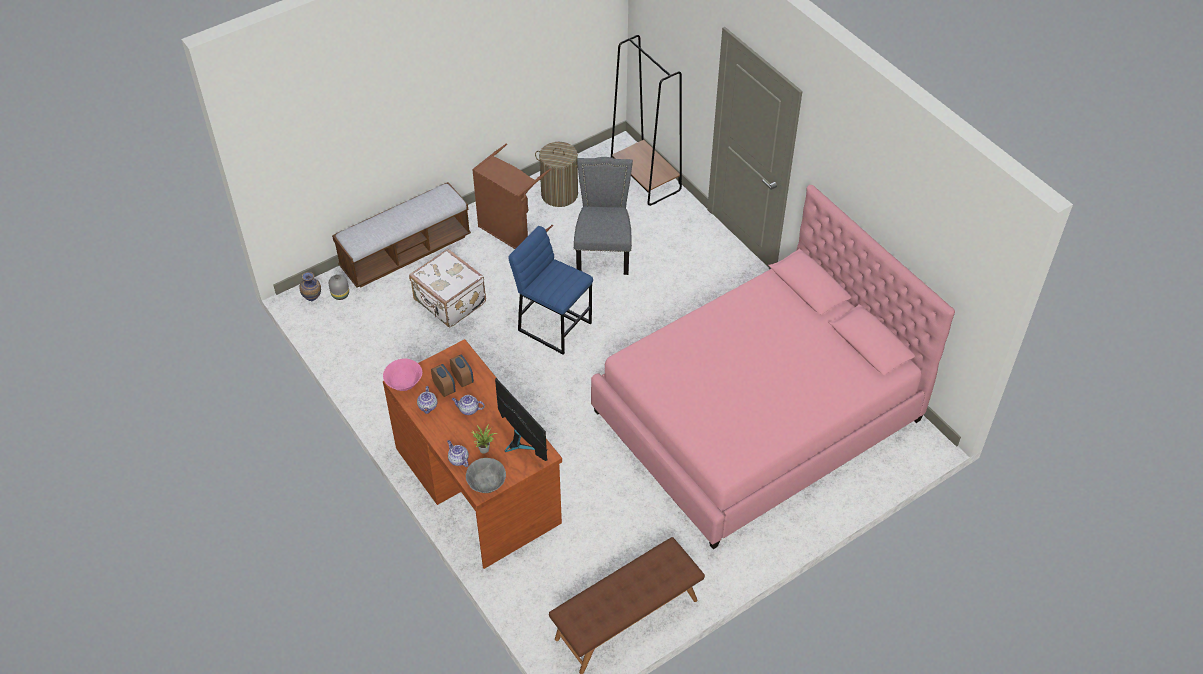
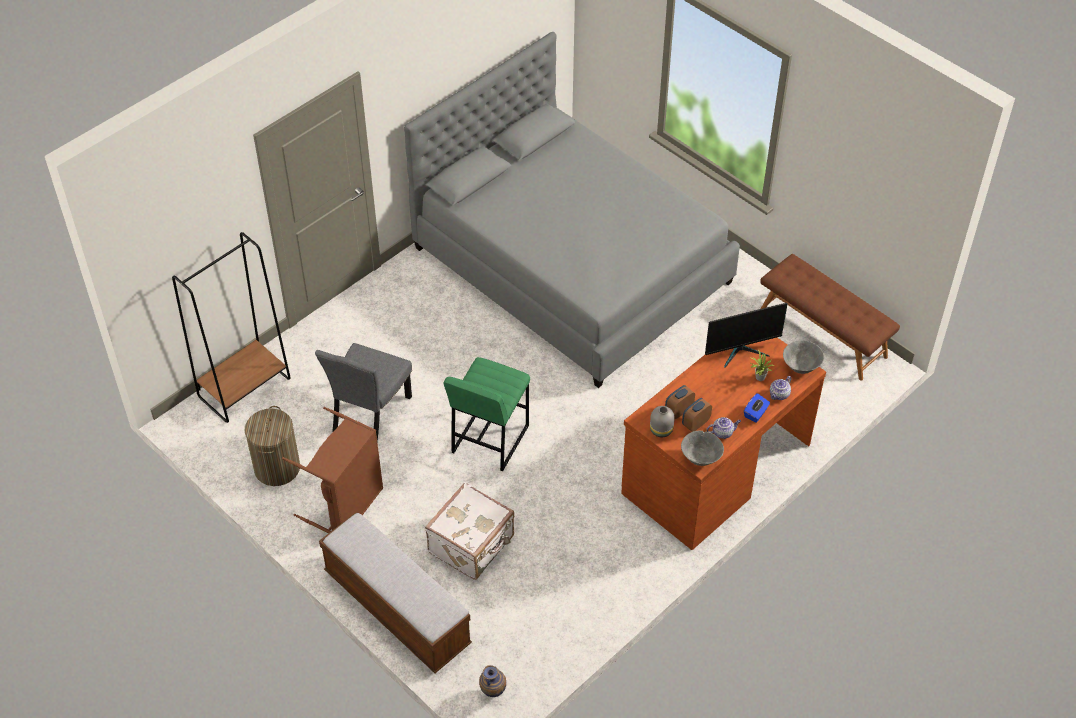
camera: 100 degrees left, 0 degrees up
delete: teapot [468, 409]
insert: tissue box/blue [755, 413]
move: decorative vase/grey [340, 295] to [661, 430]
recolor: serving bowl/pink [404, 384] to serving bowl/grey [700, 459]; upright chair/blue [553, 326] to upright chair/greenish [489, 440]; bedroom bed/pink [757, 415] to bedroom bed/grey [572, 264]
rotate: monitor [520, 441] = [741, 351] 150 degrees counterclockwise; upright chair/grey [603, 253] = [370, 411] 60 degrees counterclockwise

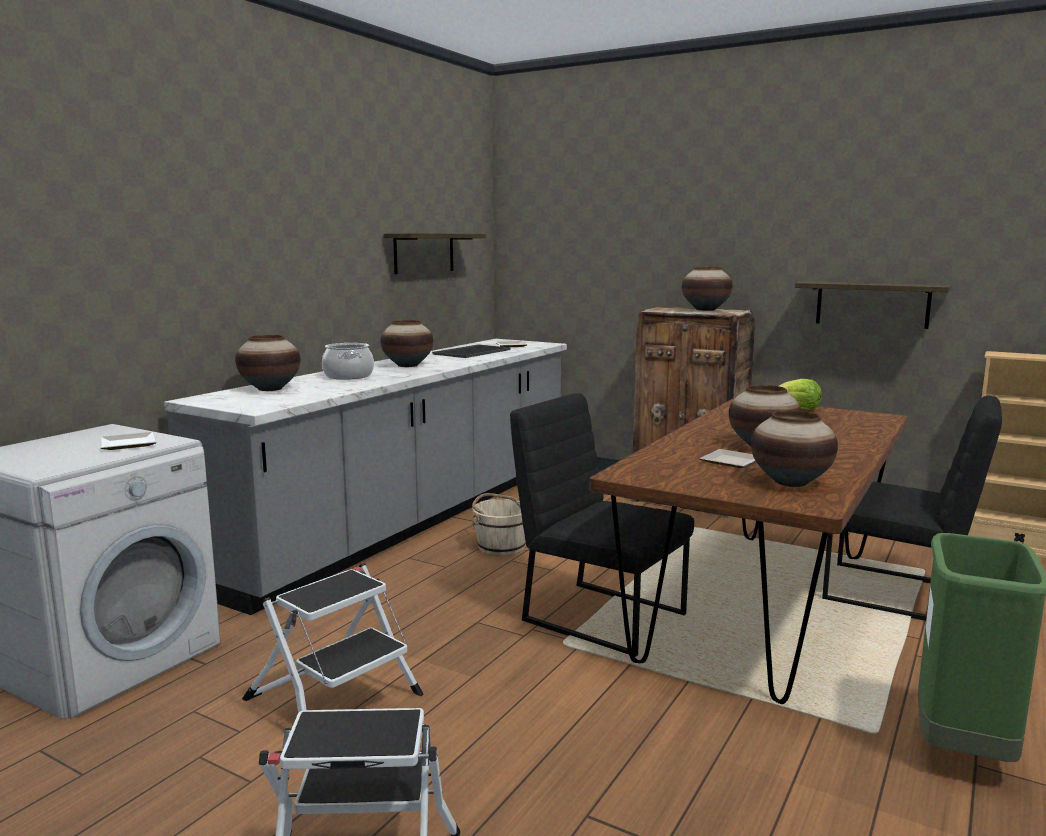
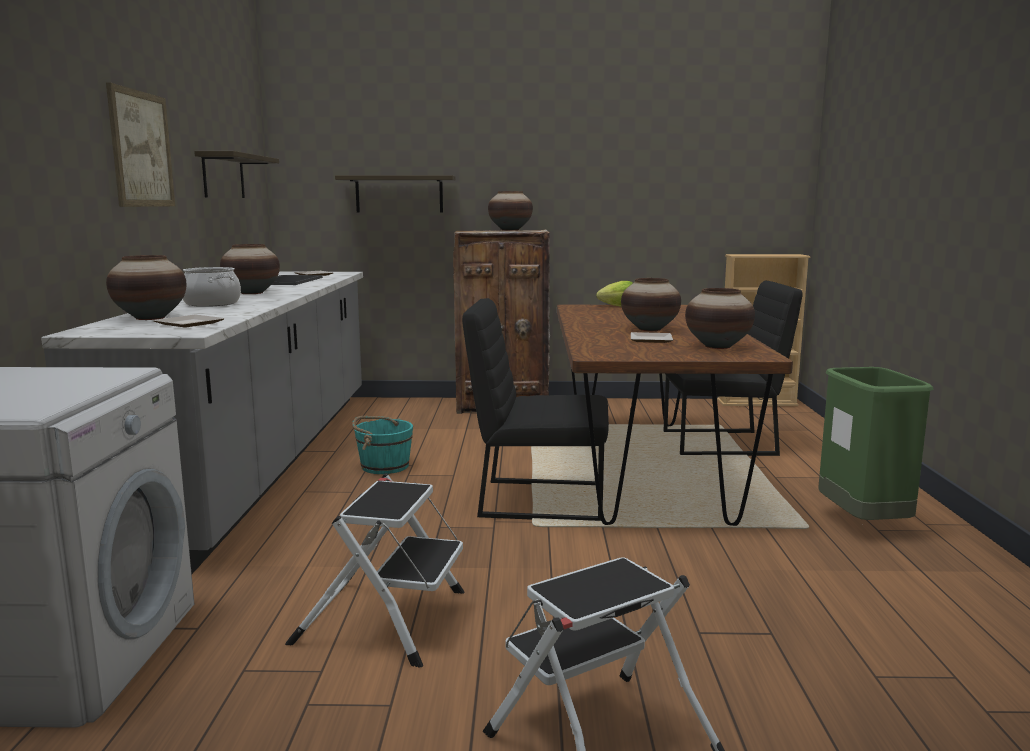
camera: 30 degrees left, 0 degrees up
insert: picture [141, 149]
move: plate [130, 444] to [192, 324]; bracket shelf [872, 304] to [399, 194]
recolor: pail/sand-coloured [501, 546] to pail/turquoise-coloured [384, 466]

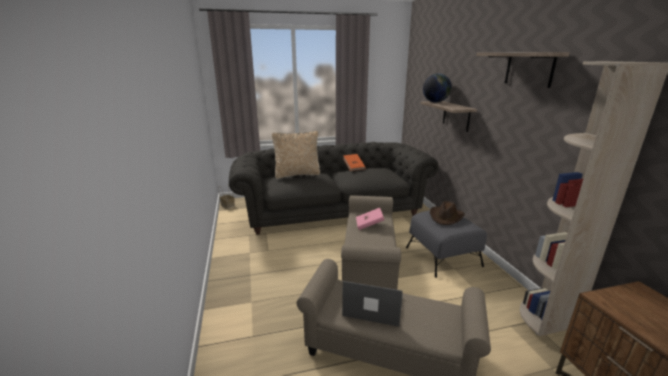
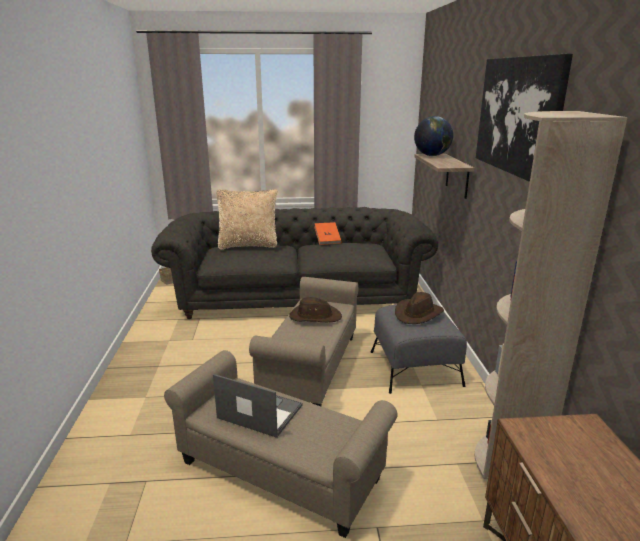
camera: 10 degrees right, 0 degrees up
replace: volume/pink [369, 225] to clothing hat/brown-coloured [315, 316]; bracket shelf [529, 69] to picture [518, 116]

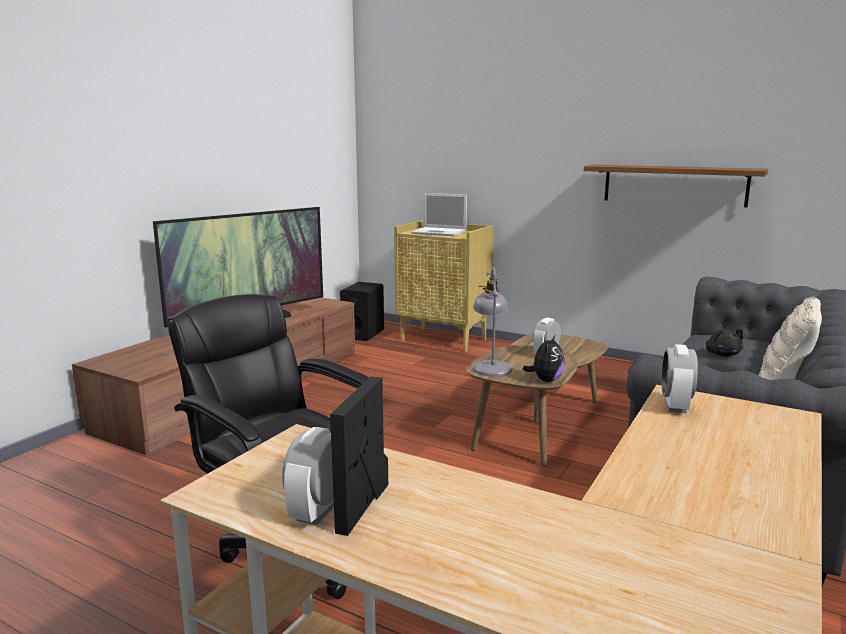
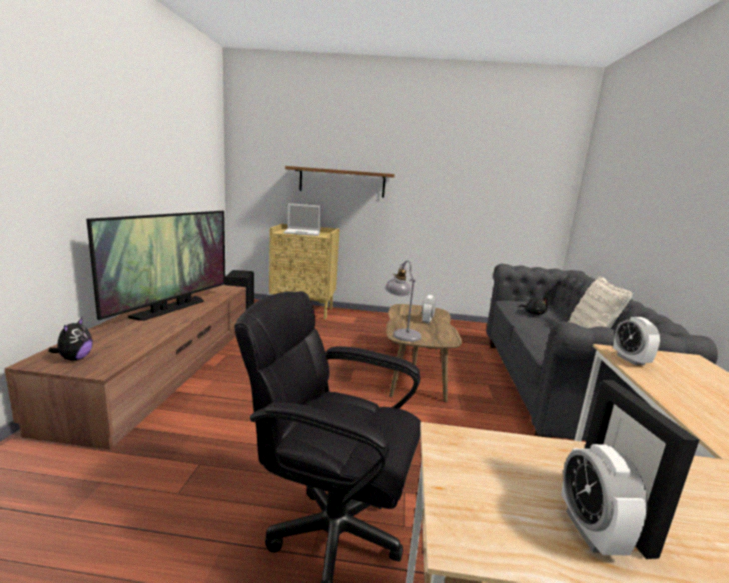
camera: 25 degrees left, 0 degrees up
move: plush toy [545, 380] to [75, 359]; bracket shelf [674, 185] to [342, 182]

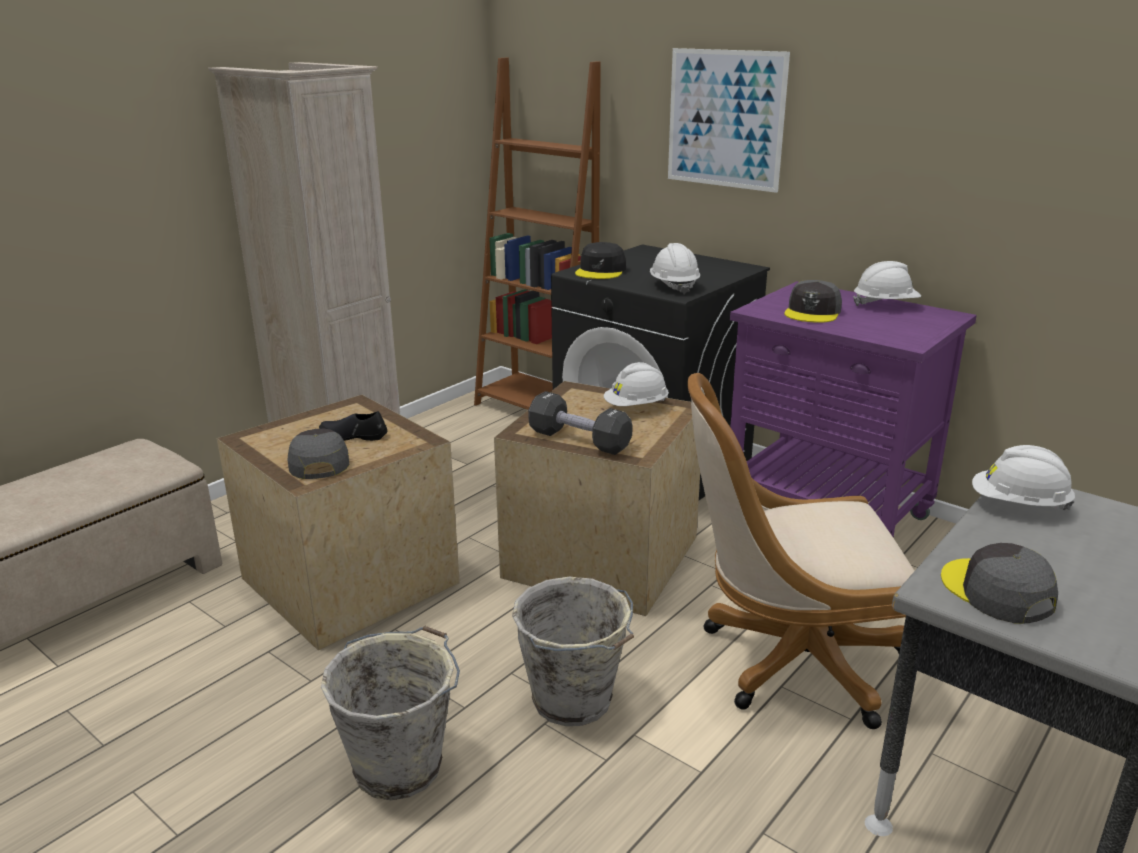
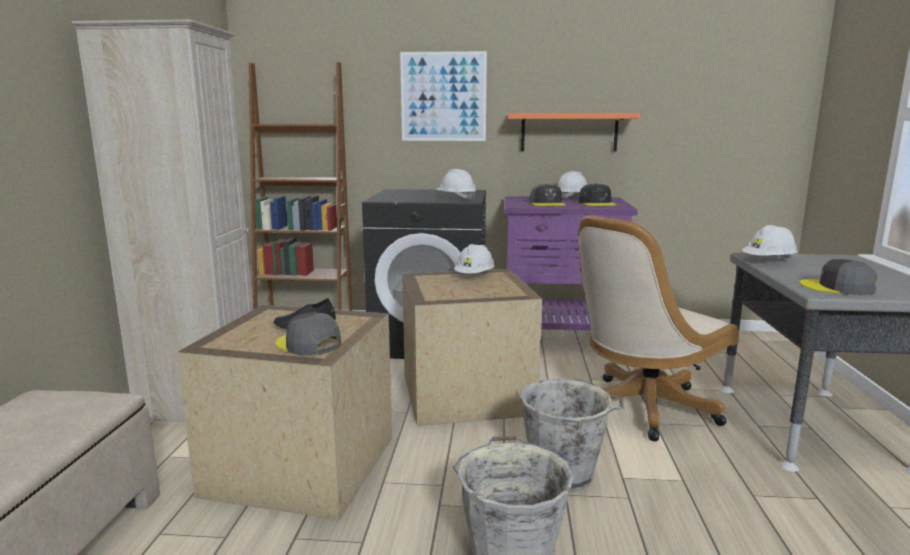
camera: 35 degrees left, 10 degrees down
delete: hand weight/black [579, 440]
insert: bracket shelf/orangey [569, 132]
move: peaked cap/black [601, 271] to [597, 203]

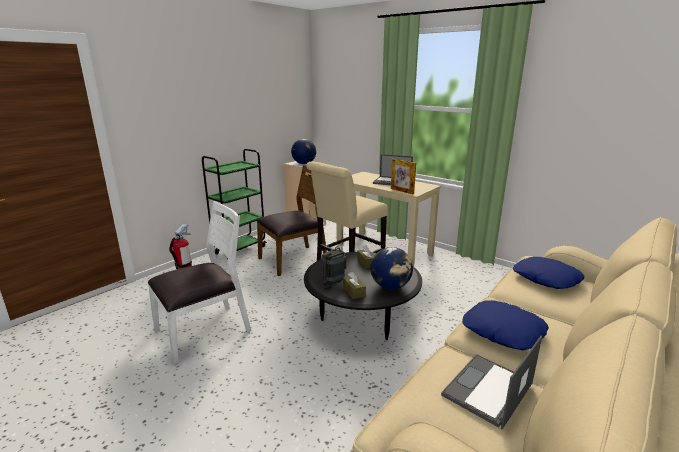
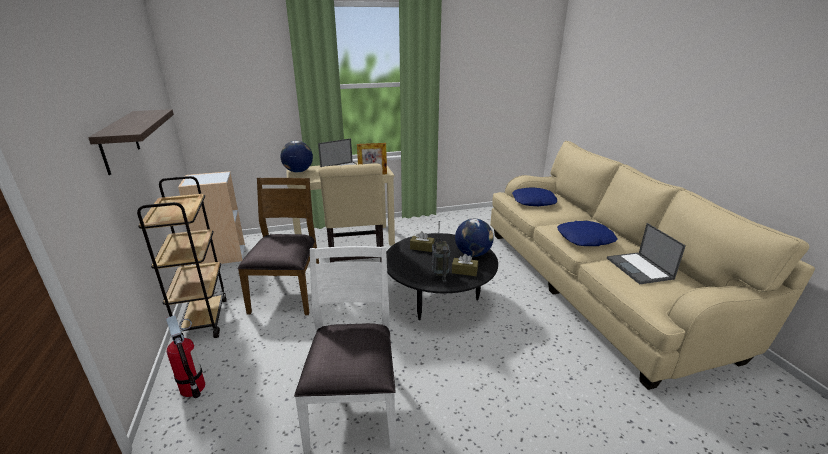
camera: 55 degrees left, 5 degrees up
insert: bracket shelf [119, 142]
move: world globe [304, 163] to [298, 171]
recolor: cart/greenish [240, 250] to cart/brown-coloured [203, 320]

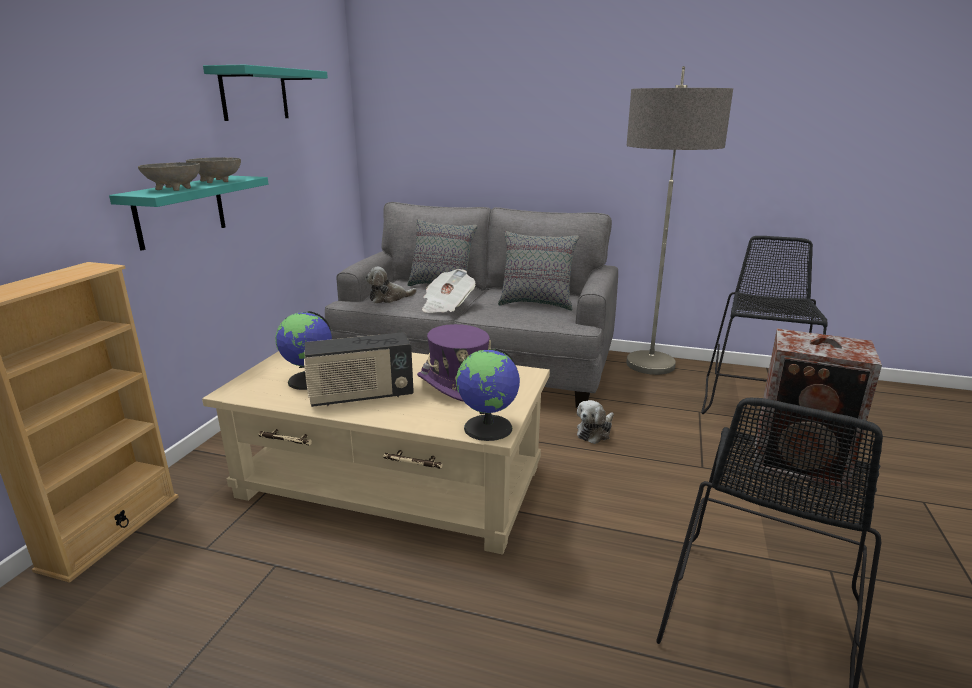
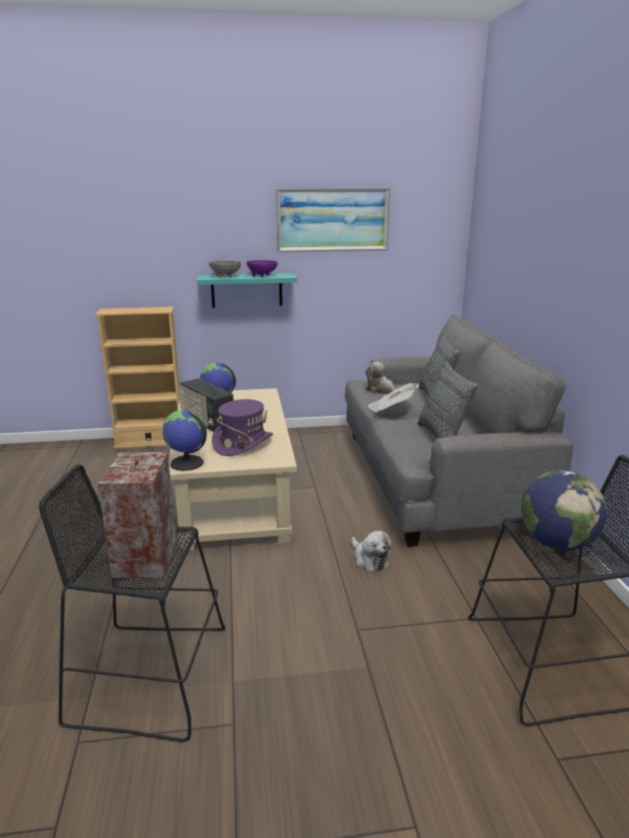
camera: 65 degrees right, 0 degrees up
delete: standard lamp [647, 389]
insert: world globe [556, 543]
replace: bracket shelf/turquoise-coloured [254, 94] to picture [332, 219]
recolor: serving bowl/grey [218, 181] to serving bowl/purple [262, 276]
rotate: plush toy [595, 432] = [369, 559] 135 degrees counterclockwise

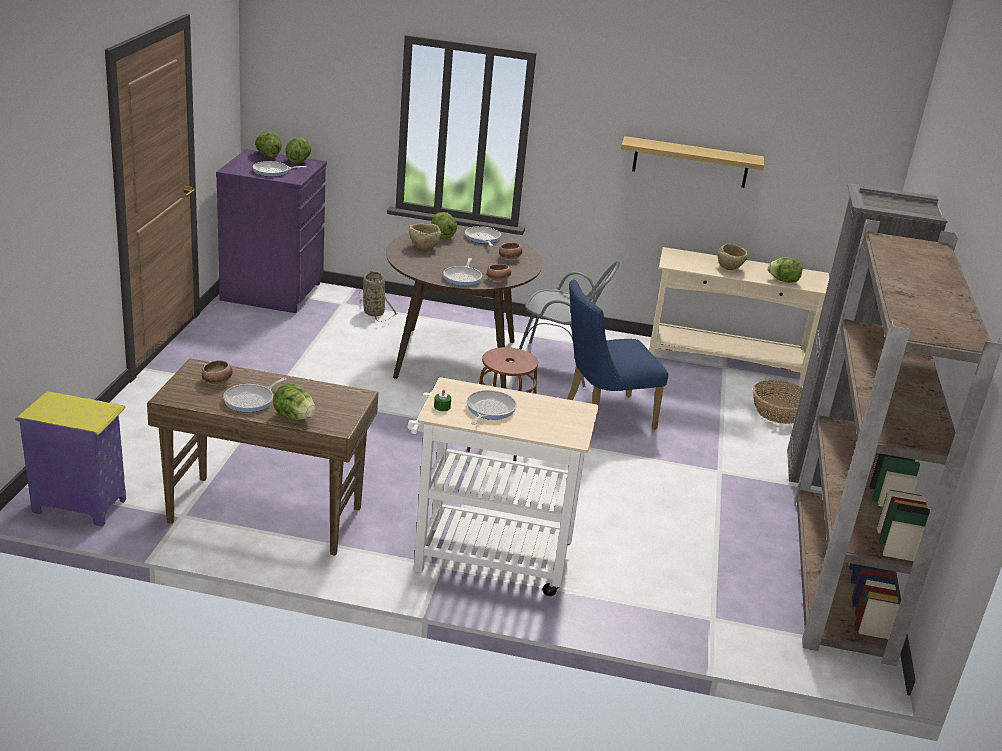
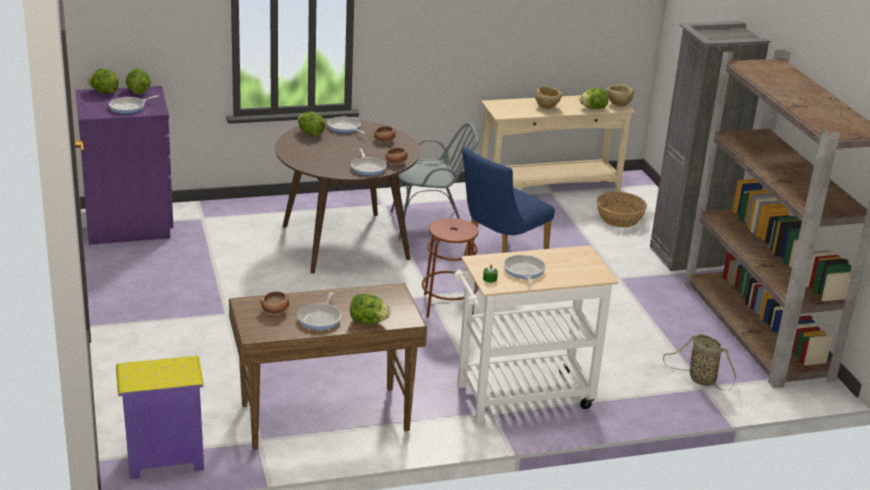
camera: 25 degrees left, 0 degrees up
delete: bracket shelf [690, 162]
move: storage basket [373, 311] to [699, 379]; serving bowl/sand-coloured [423, 247] to [618, 104]

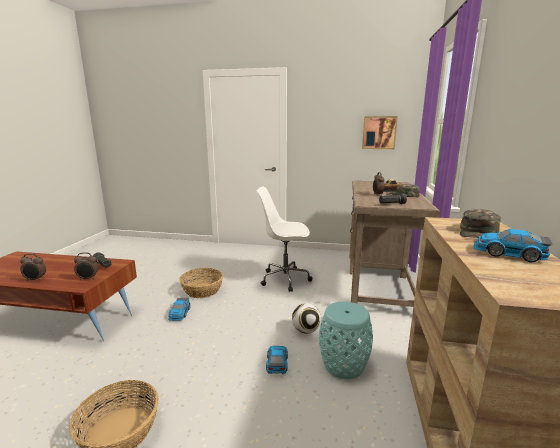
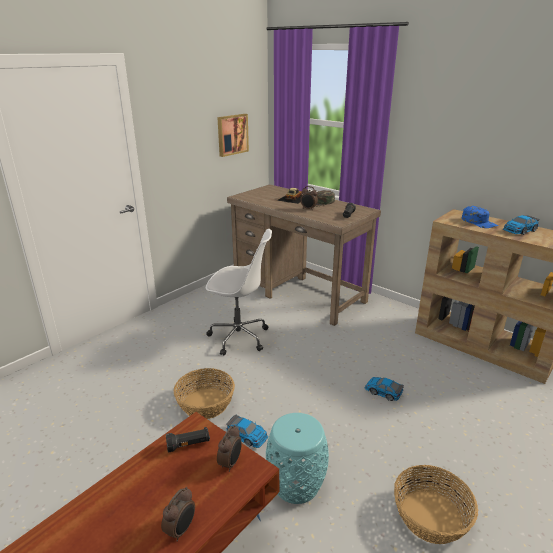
camera: 60 degrees left, 10 degrees up
delete: football [306, 330]
move: stool seat/turquoise-coloured [343, 365] to [296, 484]
recolor: peaked cap/greenish [479, 232] to peaked cap/blue [479, 222]
rotate: desk chair/whitish [283, 279] = [240, 337] 120 degrees counterclockwise

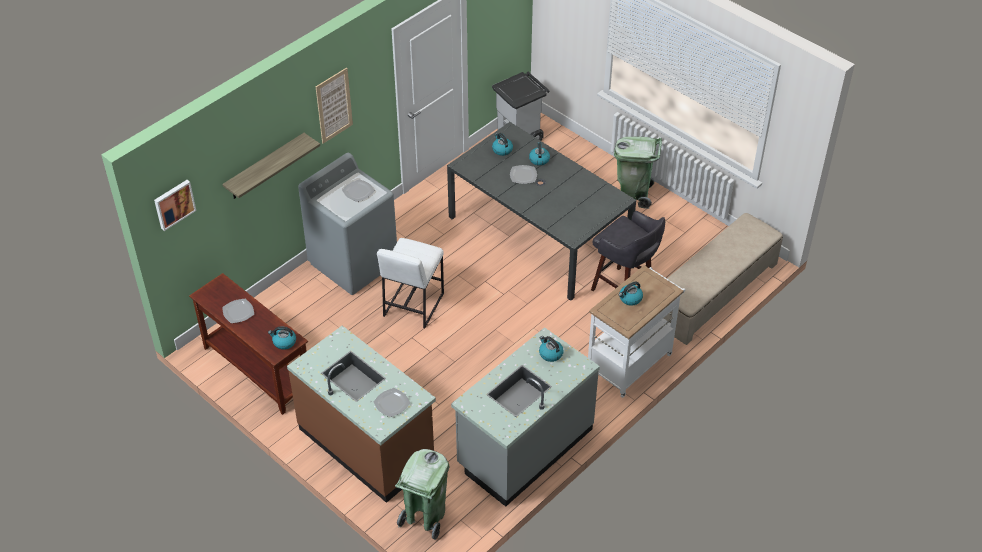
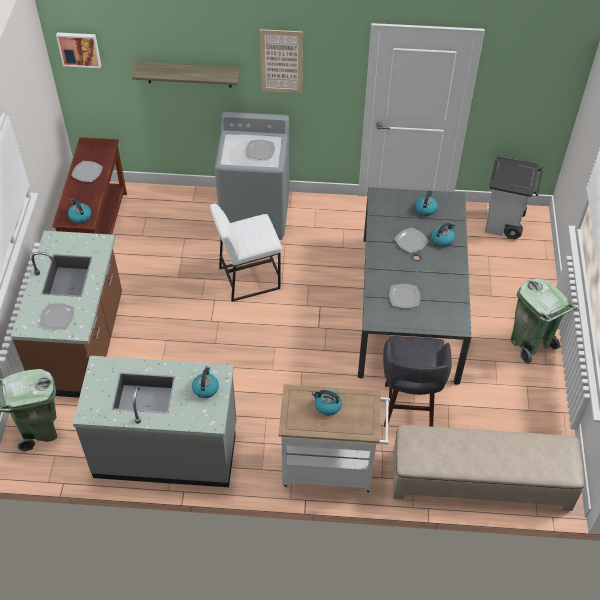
camera: 50 degrees right, 5 degrees up
insert: plate [404, 296]

